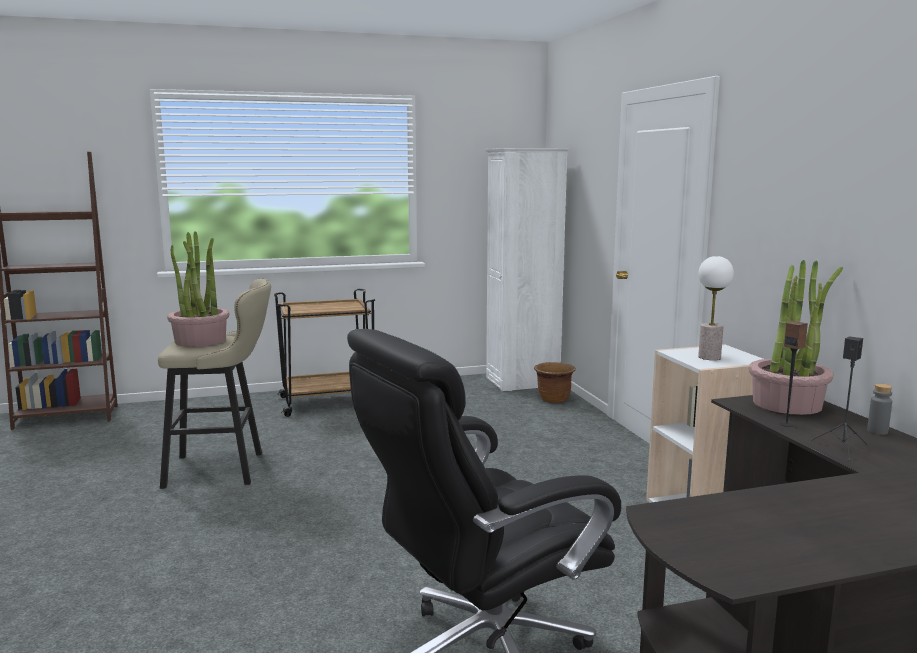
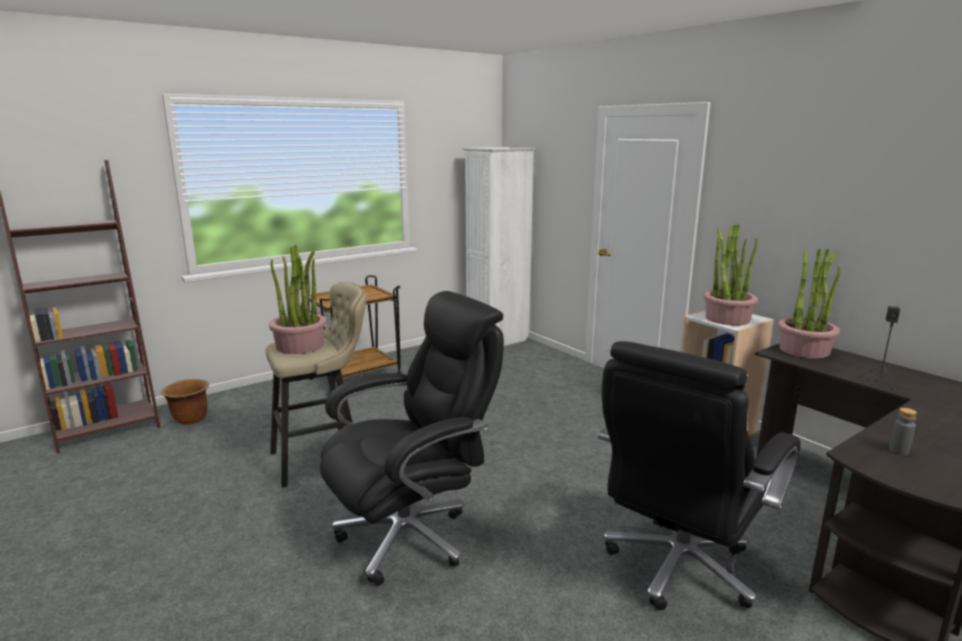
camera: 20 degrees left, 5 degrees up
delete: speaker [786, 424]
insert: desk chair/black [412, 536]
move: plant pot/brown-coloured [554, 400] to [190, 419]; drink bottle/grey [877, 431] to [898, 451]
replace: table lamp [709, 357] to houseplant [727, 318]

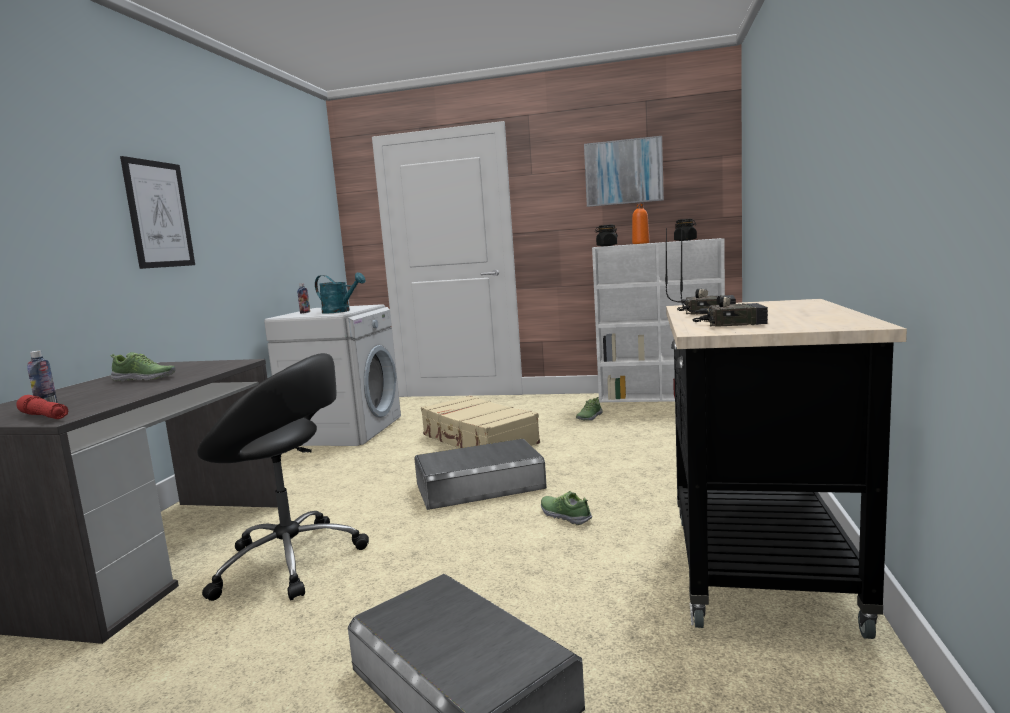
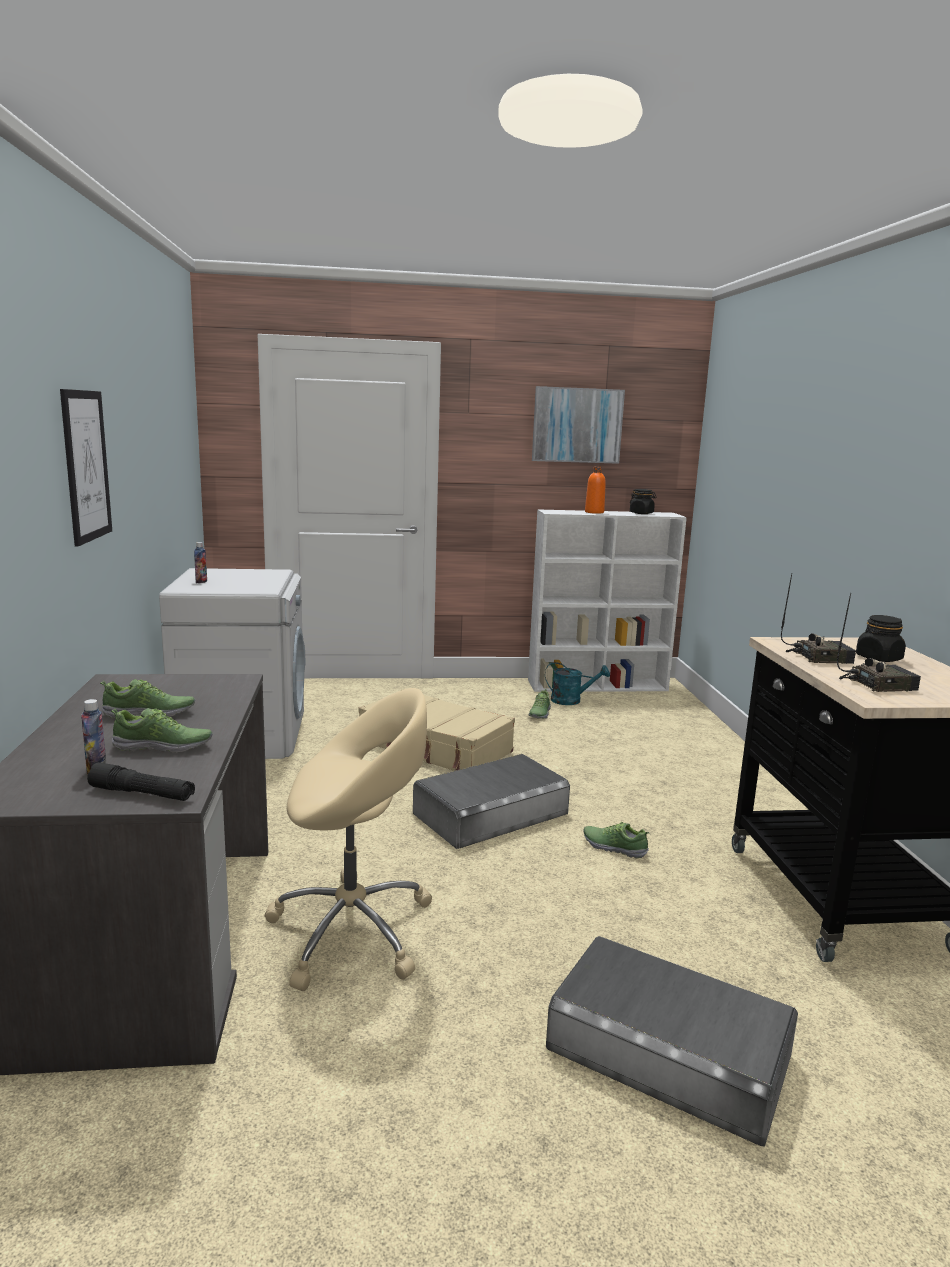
camera: 20 degrees left, 5 degrees up
insert: item of footwear [163, 747]
move: sprinkling can/turquoise-coloured [340, 311] to [571, 700]; storage jar/black [606, 246] to [878, 658]
recolor: hand torch/red [44, 416] to hand torch/black [142, 794]; desk chair/black [293, 561] to desk chair/sand-coloured [355, 930]

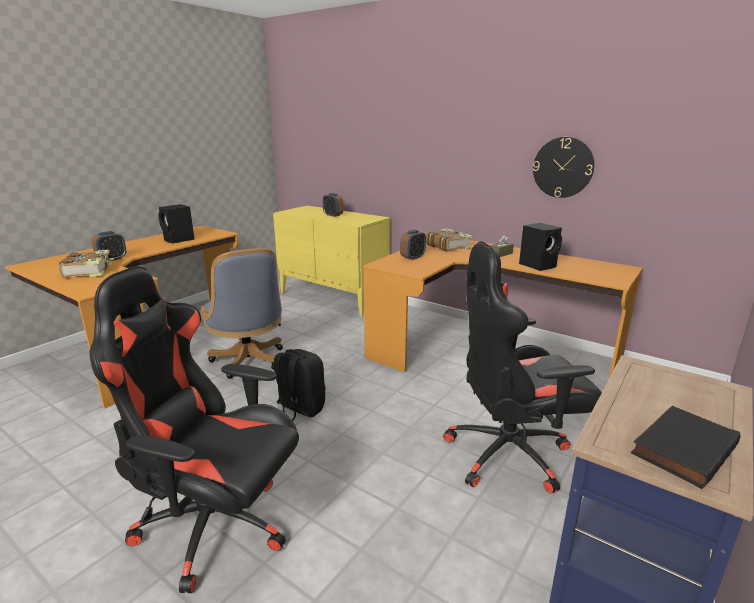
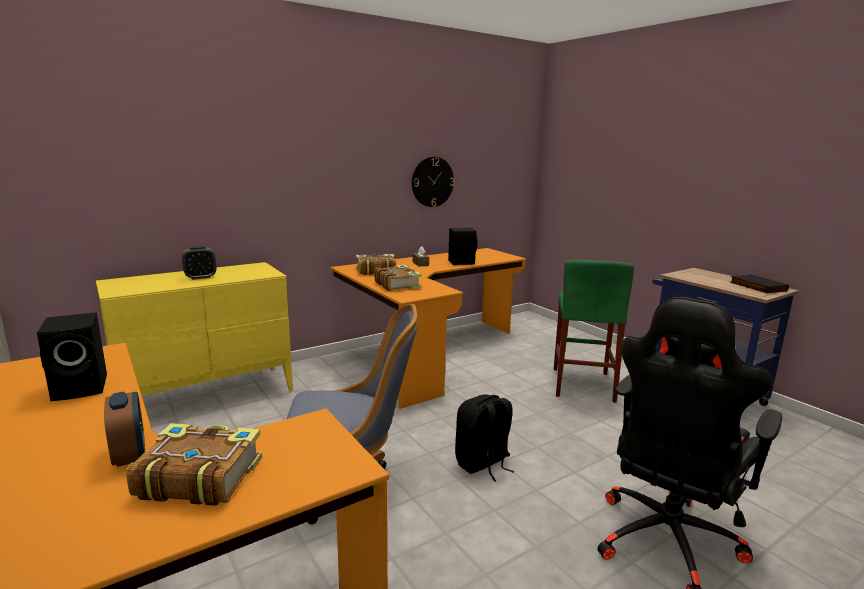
camera: 70 degrees left, 5 degrees down
replace: table clock [412, 257] to volume [397, 285]; desk chair/black [516, 454] to stool seat/greenish [582, 384]

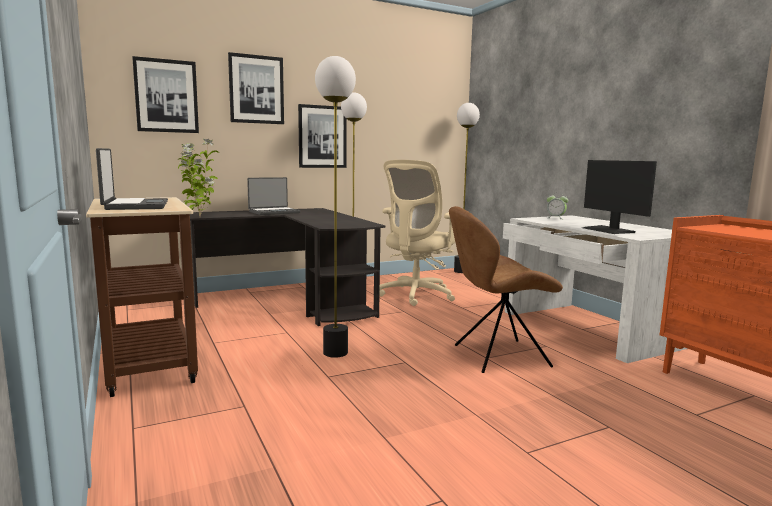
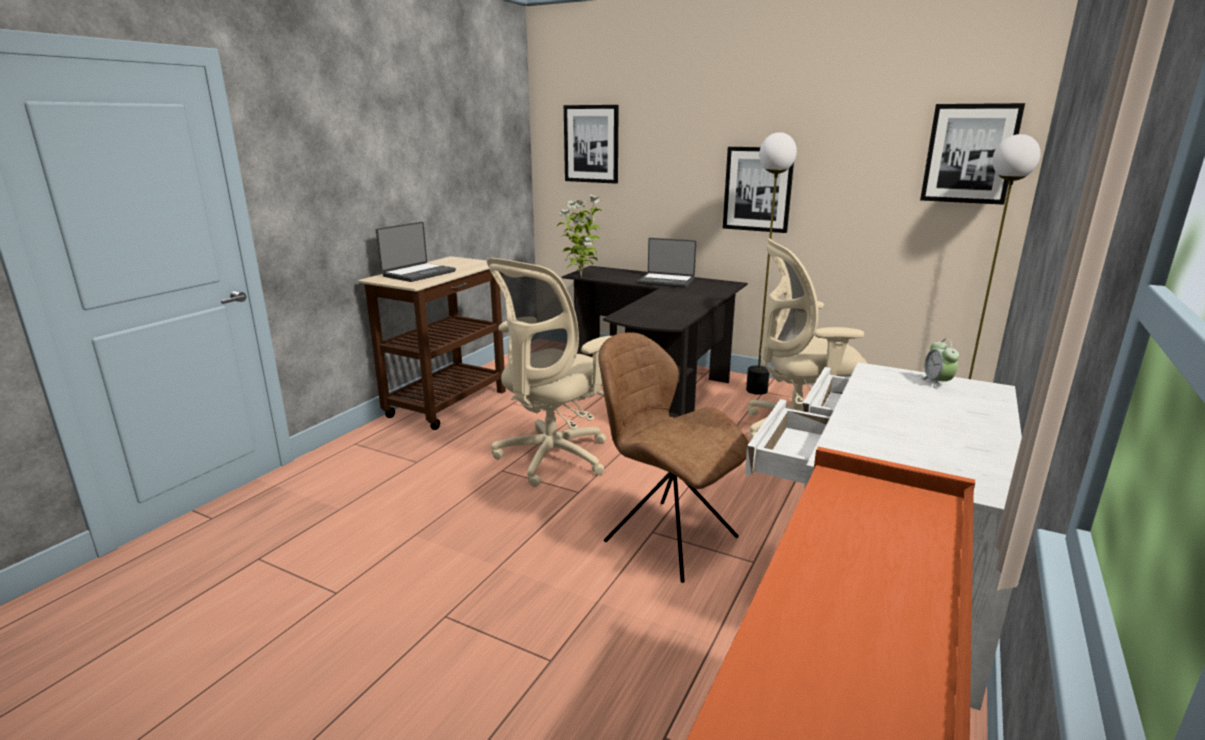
camera: 55 degrees right, 10 degrees up
delete: monitor [608, 230]
move: picture [256, 89] to [970, 154]
replace: standard lamp [335, 353] to desk chair/sand-coloured [556, 453]

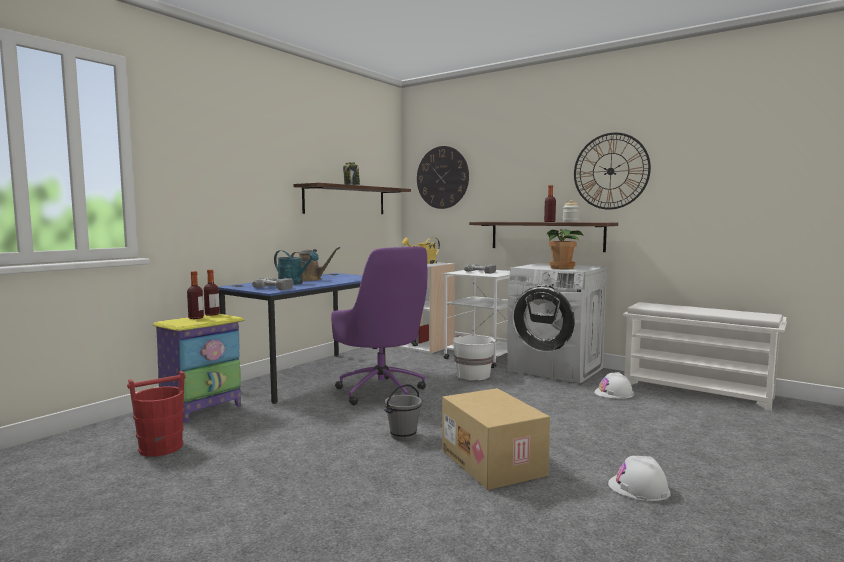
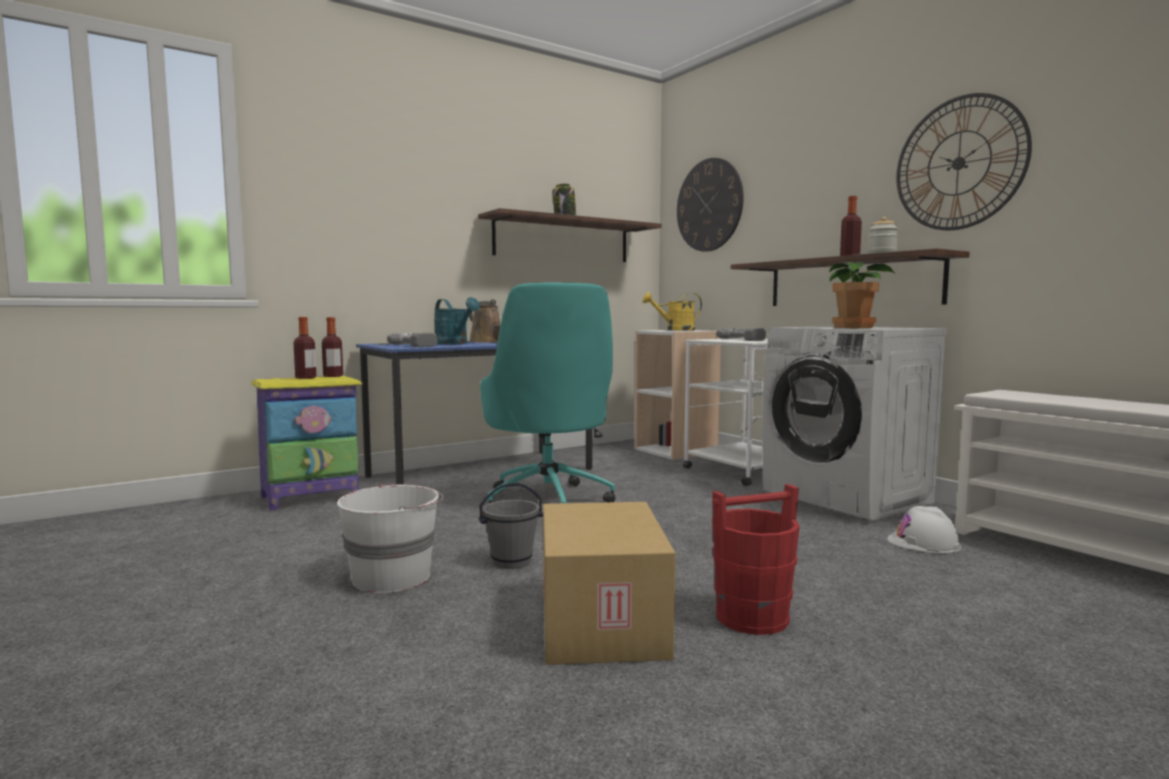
camera: 20 degrees right, 0 degrees up
delete: hard hat/whitish [639, 488]
move: pail/red [160, 448] to [751, 617]; pail/whitish [473, 375] to [393, 577]
recolor: desk chair/purple [381, 392] to desk chair/turquoise-coloured [548, 502]

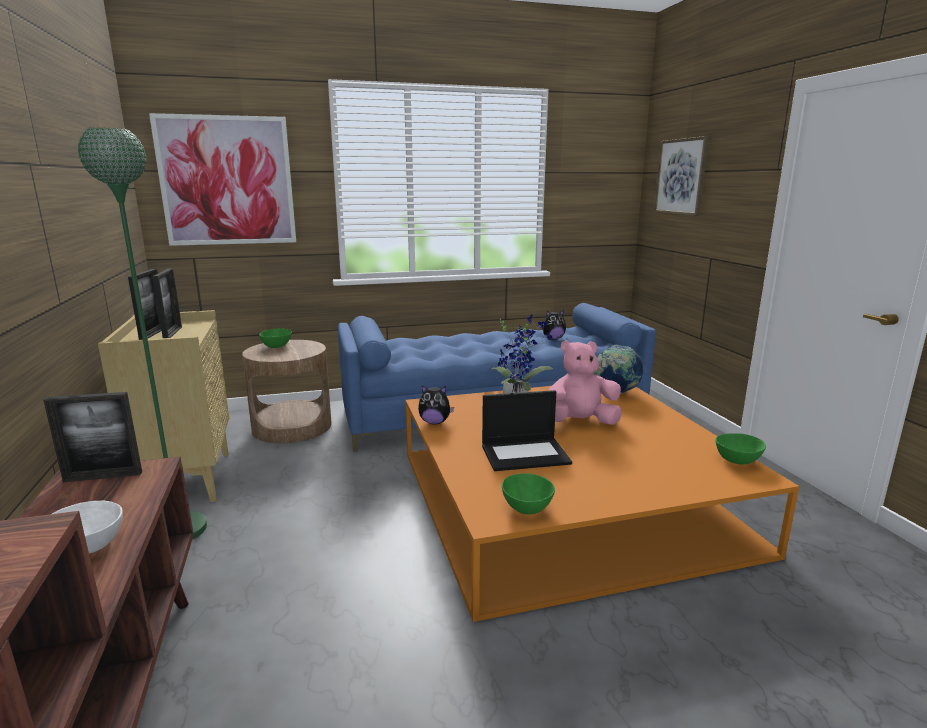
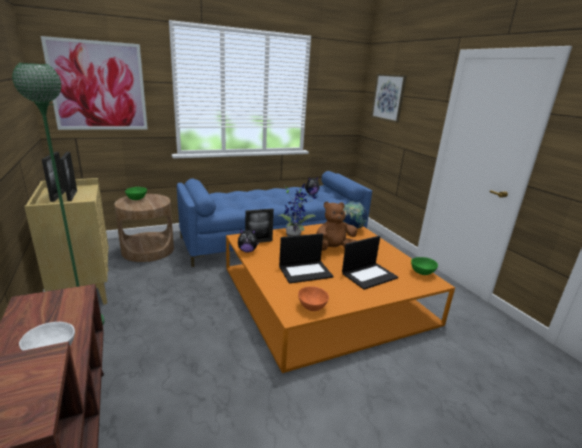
camera: 10 degrees left, 5 degrees up
insert: notebook computer [369, 275]
move: picture frame [103, 477] to [258, 242]
recolor: serving bowl/greenish [527, 507] to serving bowl/orangey [312, 306]; plush toy/pink [580, 423] to plush toy/brown-coloured [333, 250]

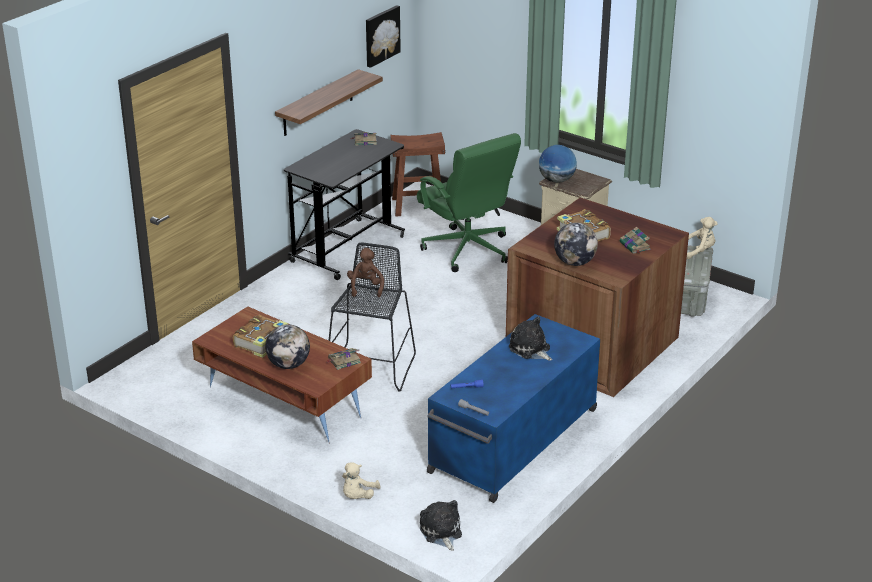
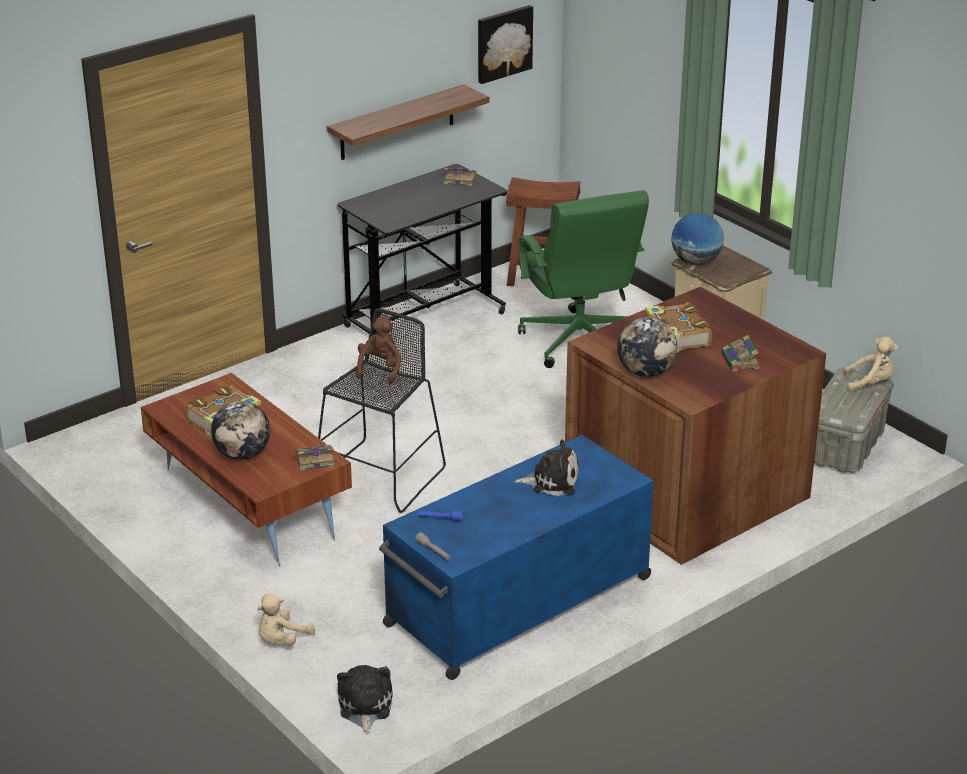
camera: 15 degrees right, 0 degrees up
rotate: plush toy [530, 349] = [551, 481] 120 degrees clockwise

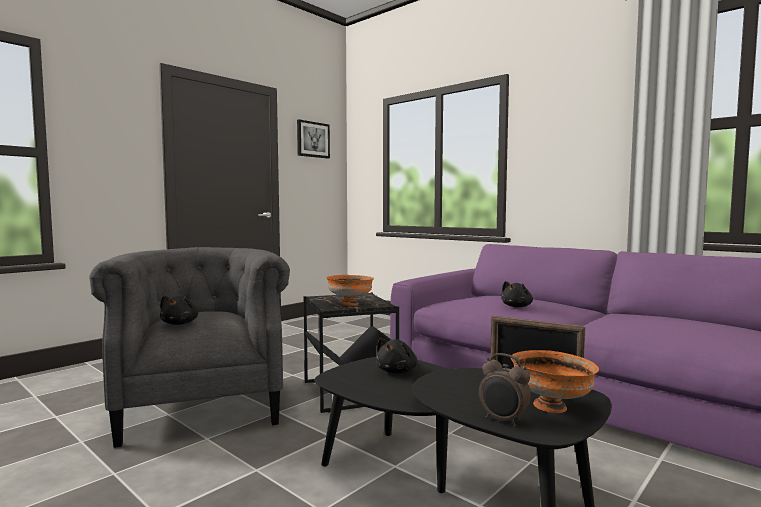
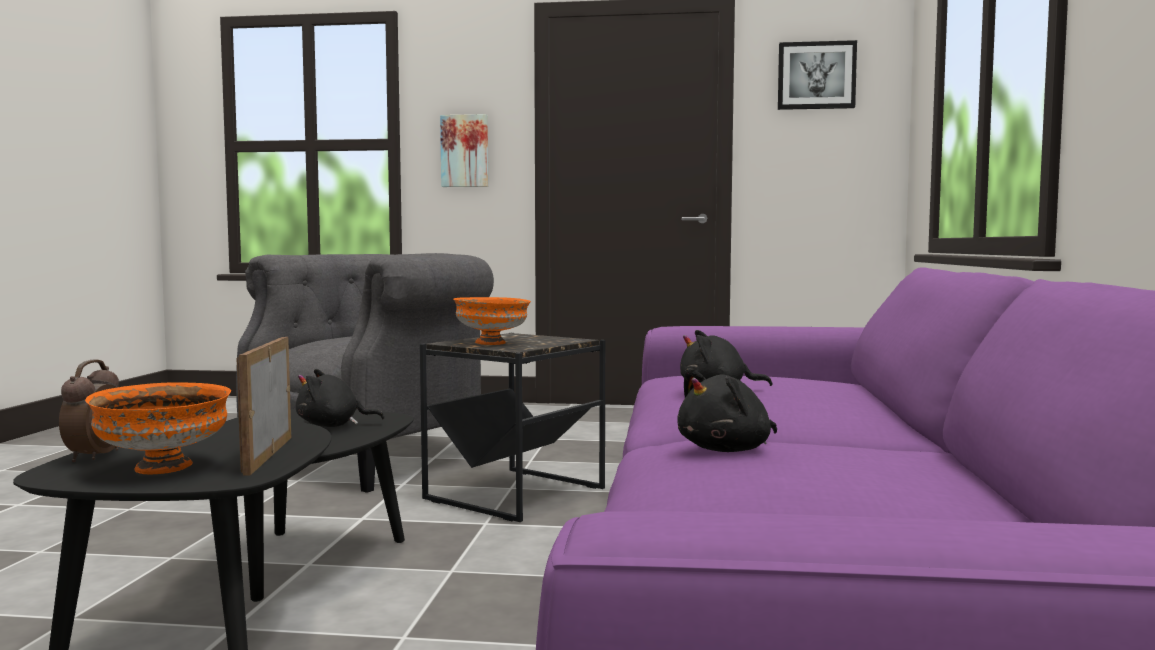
camera: 55 degrees right, 0 degrees up
insert: picture [465, 151]
move: plush toy/black [180, 323] to [728, 450]

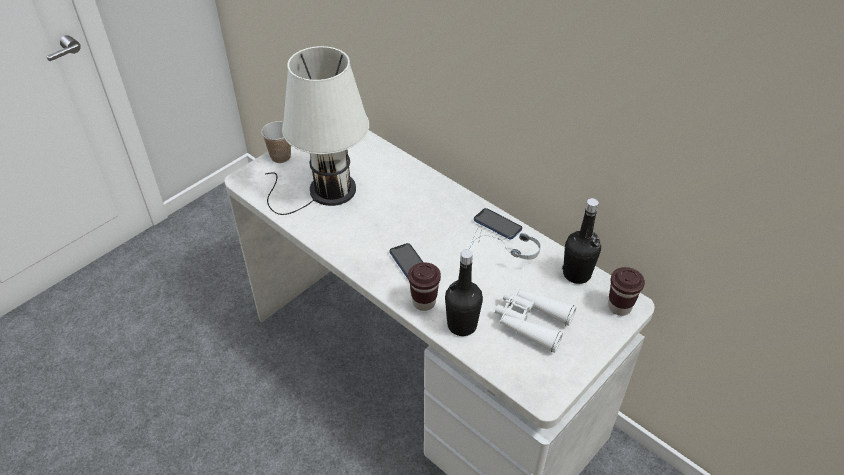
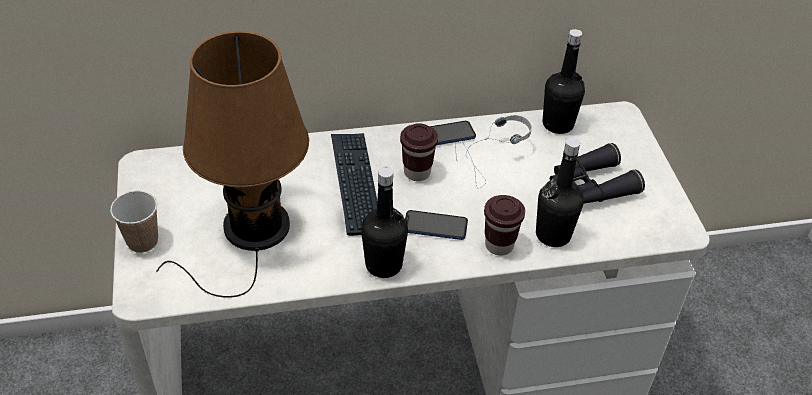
camera: 55 degrees left, 0 degrees up
insert: keyboard [355, 183]; drink bottle/black [383, 265]
move: drinking cup/brown-coloured [619, 307] to [417, 172]
recolor: table lamp/whitish [326, 191] to table lamp/brown-coloured [252, 232]; binoculars/whitish [531, 322] to binoculars/black [590, 187]

